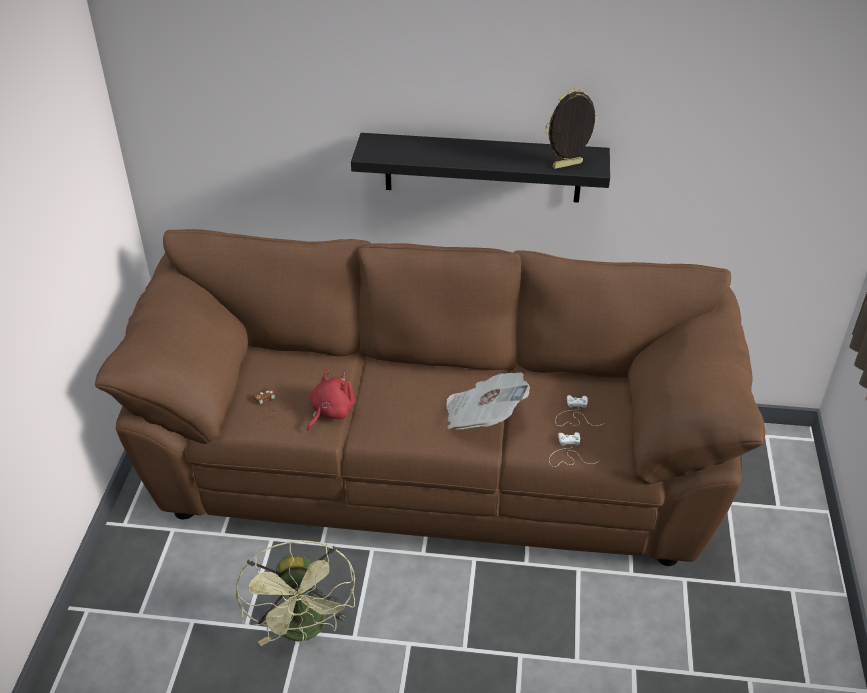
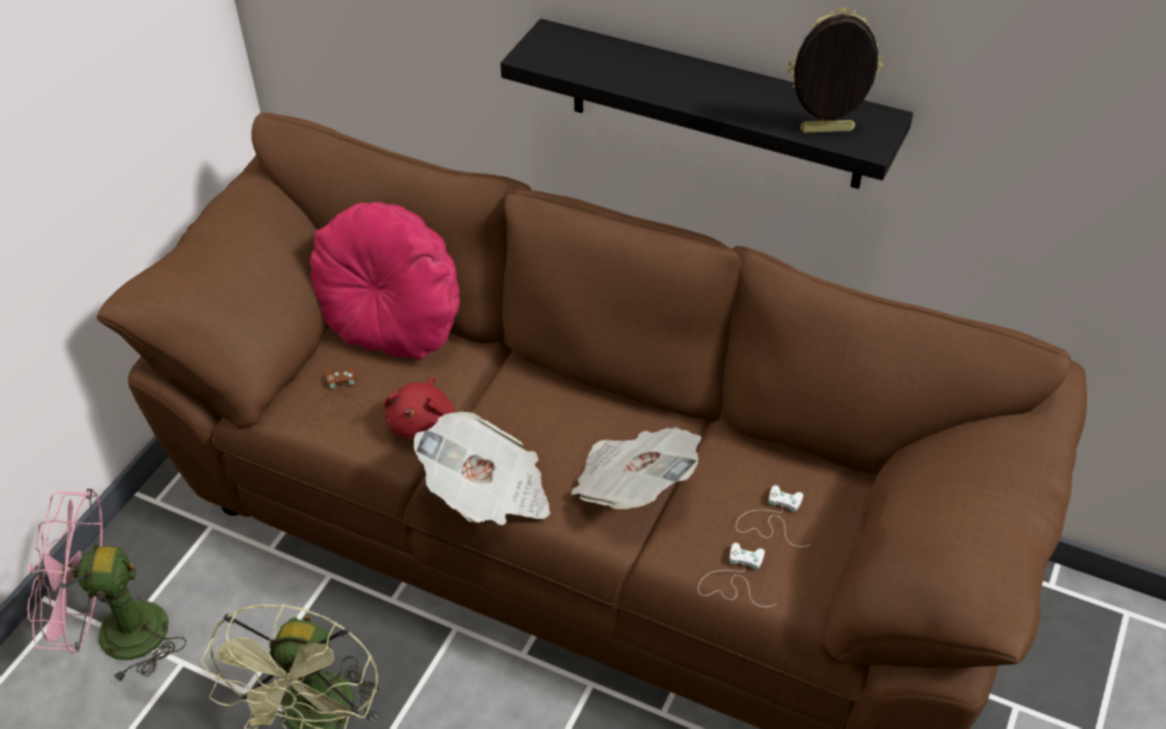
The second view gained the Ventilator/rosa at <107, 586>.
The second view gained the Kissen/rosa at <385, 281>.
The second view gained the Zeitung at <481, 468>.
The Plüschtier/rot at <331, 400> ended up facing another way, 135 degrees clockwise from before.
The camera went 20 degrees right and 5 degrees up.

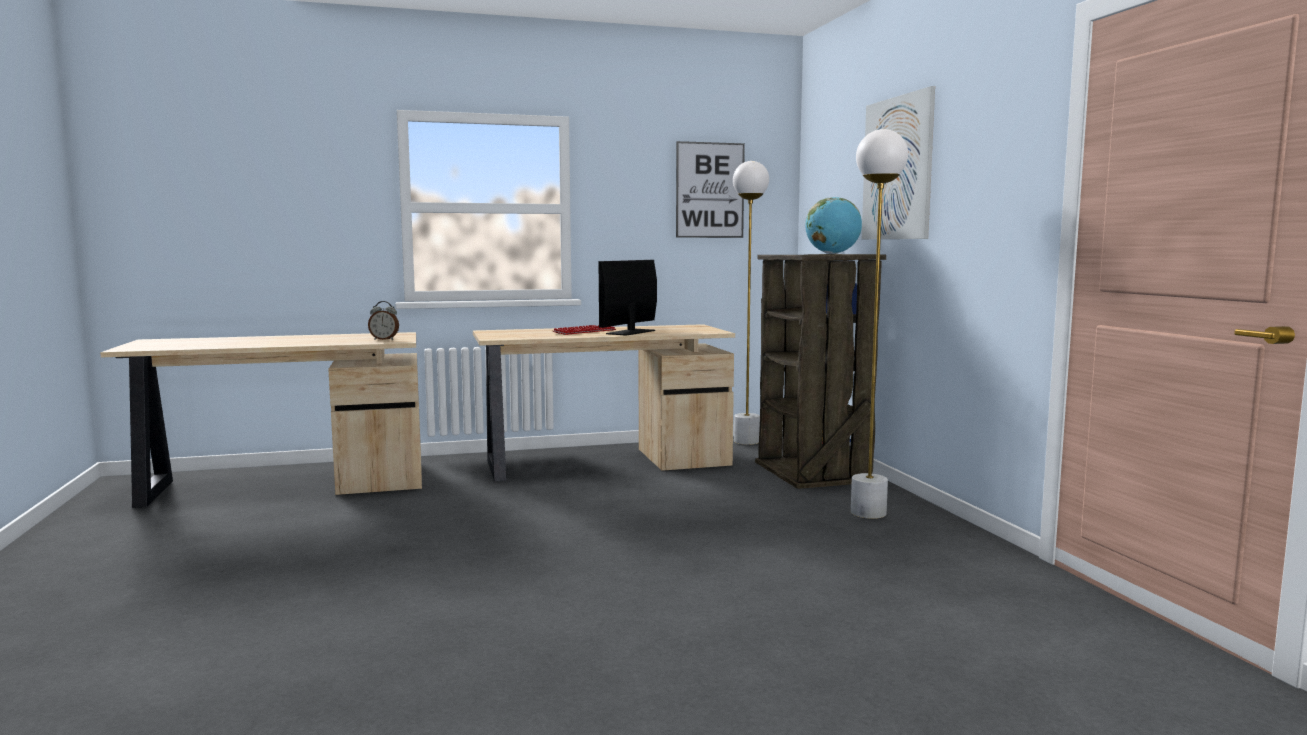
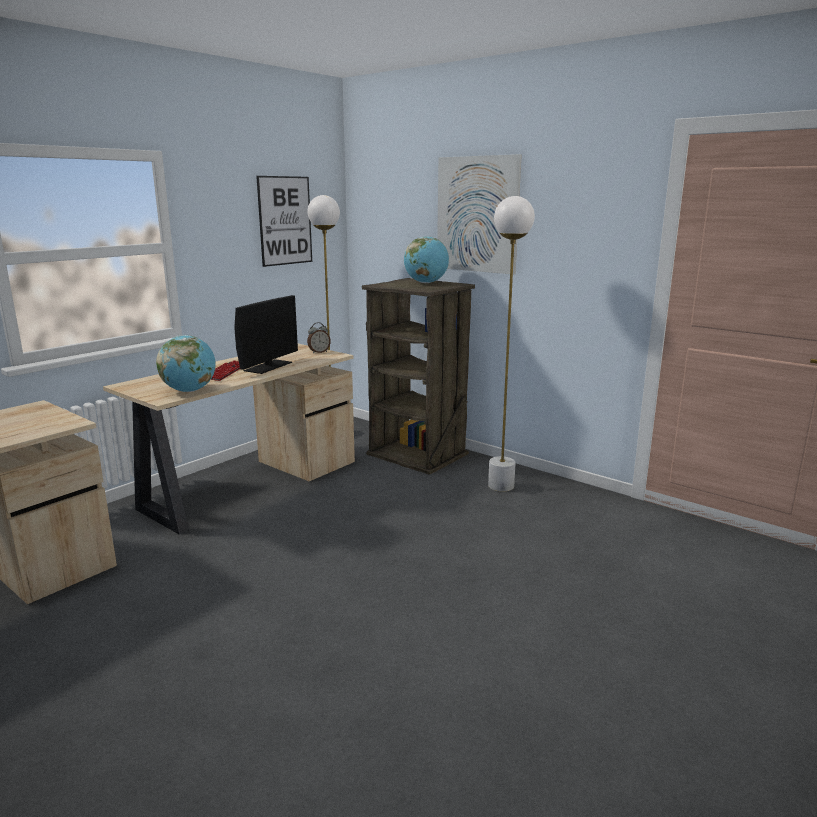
The second view gained the Globus at <185, 363>.
The Wecker ended up elsewhere, having gone from <383, 320> to <319, 338>.
The Monitor at <628, 298> ended up facing another way, 150 degrees counterclockwise from before.
The camera went 35 degrees left and 10 degrees up.

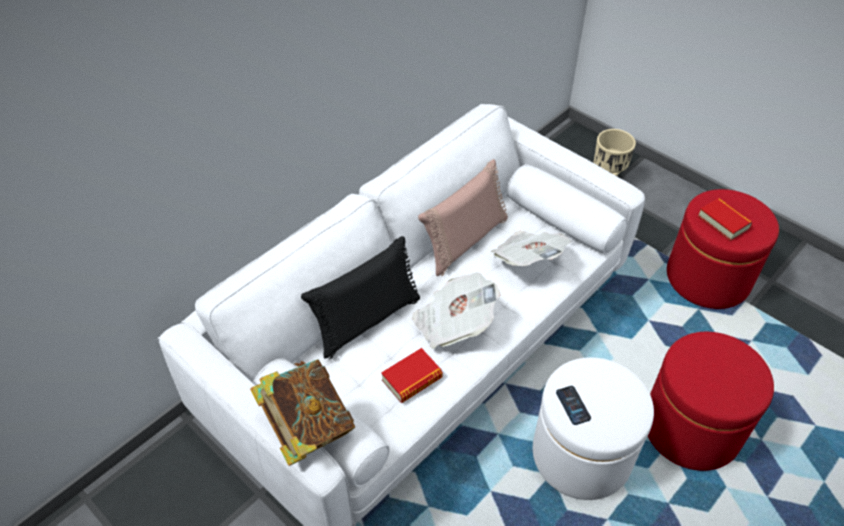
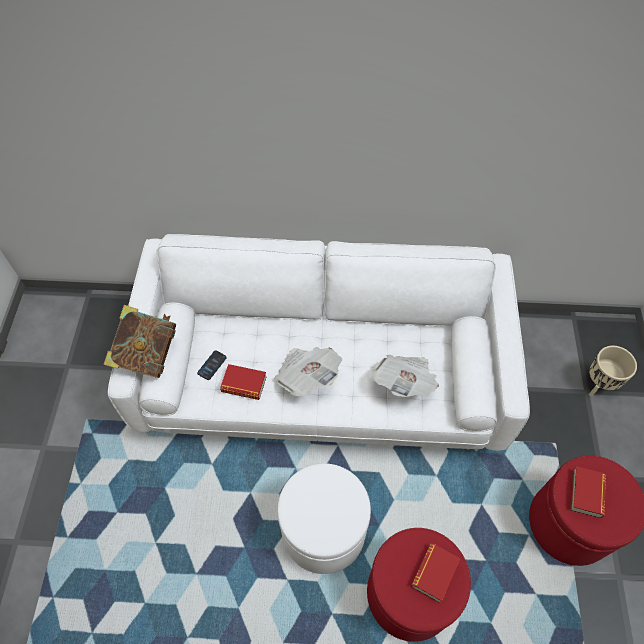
The second view lost the Kissen/schwarz at <360, 297>.
The second view lost the Kissen/beige at <463, 217>.
The second view gained the Buch at <435, 573>.
The Handy ended up elsewhere, having gone from <573, 405> to <212, 365>.
The camera went 50 degrees right and 10 degrees up.

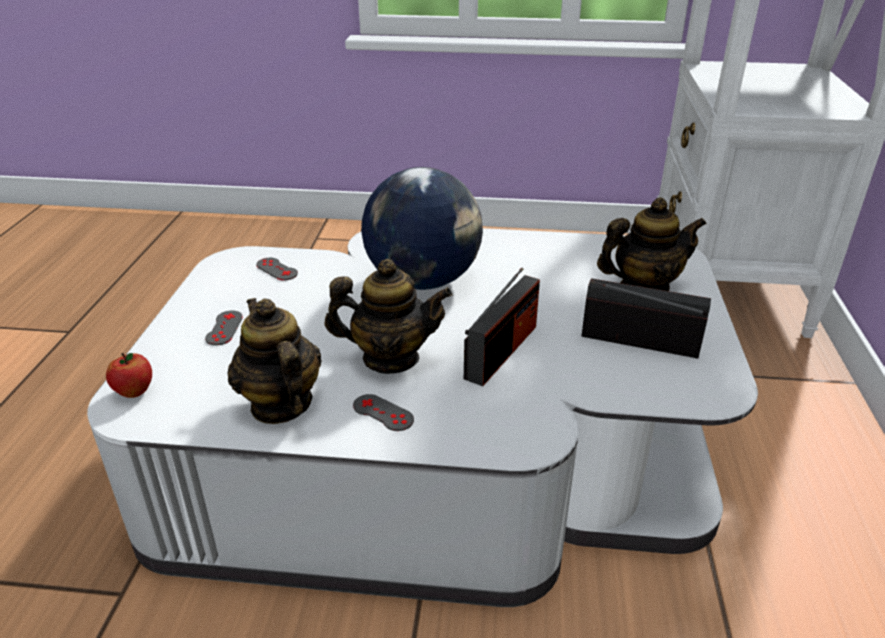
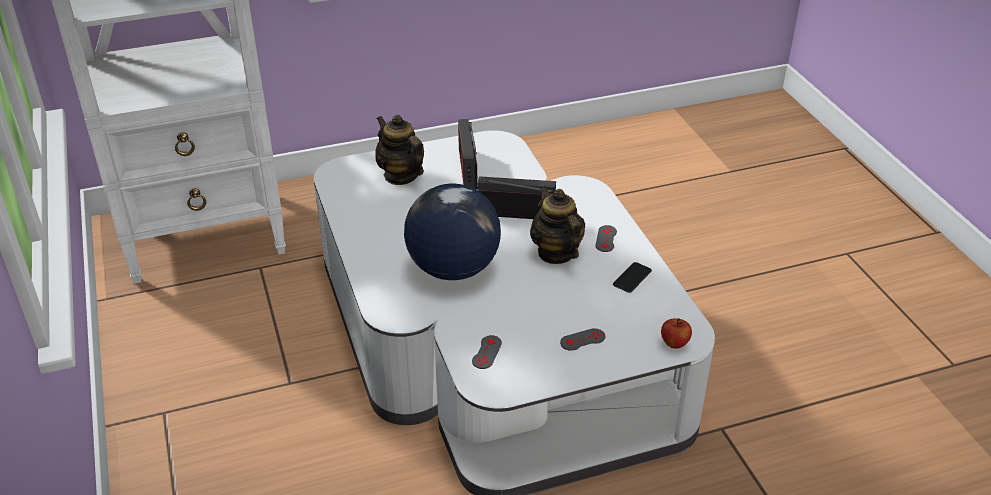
Where the Teekanne stood at <275, 361>, the Handy came to stand at <632, 277>.
The camera went 115 degrees left and 5 degrees up.

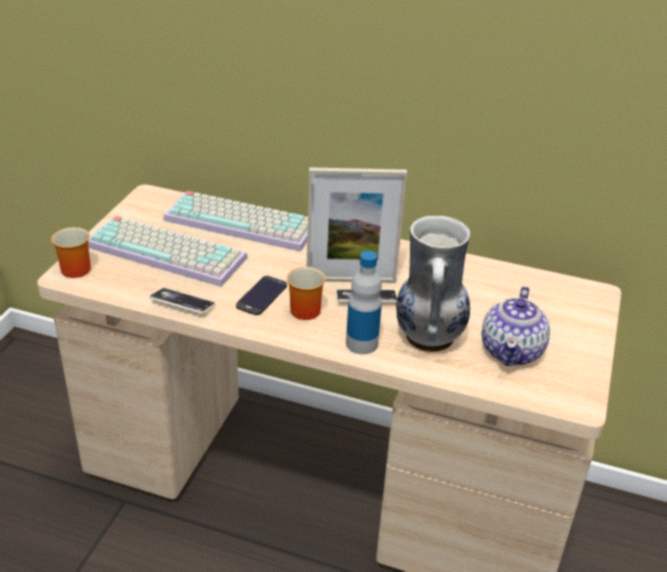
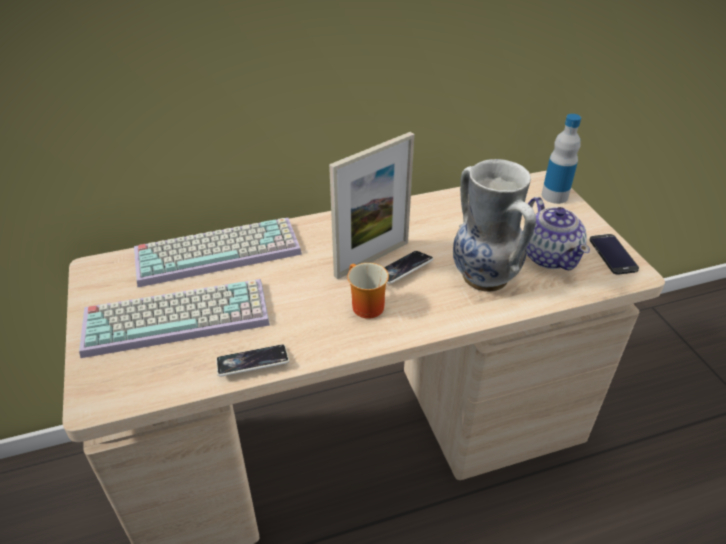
The second view lost the Henkelbecher at <71, 252>.
The Handy ended up elsewhere, having gone from <261, 295> to <614, 254>.
The Flasche ended up elsewhere, having gone from <364, 302> to <561, 159>.
The camera went 35 degrees left and 5 degrees up.

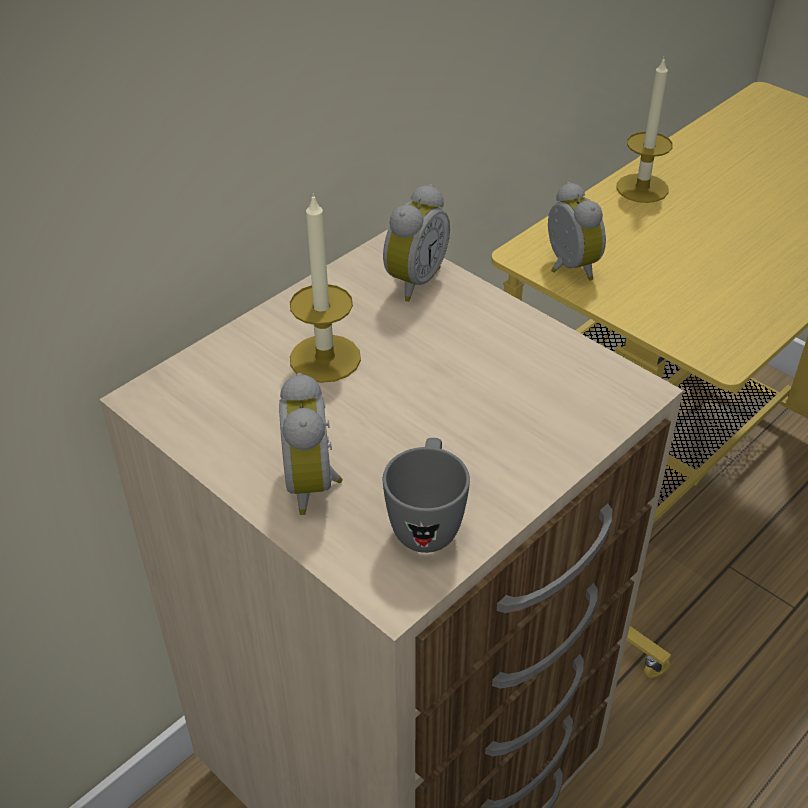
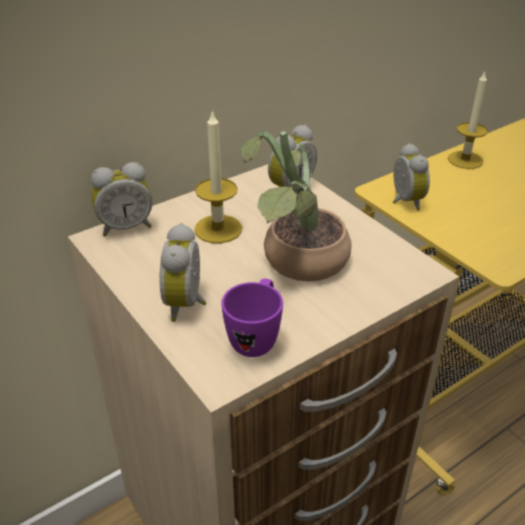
The second view gained the Wecker at <121, 199>.
The second view gained the Topfpflanze at <296, 206>.
What was the Henkelbecher/grau at <426, 495> turned into the Henkelbecher/lila at <252, 318>.
The camera went 10 degrees right and 5 degrees down.

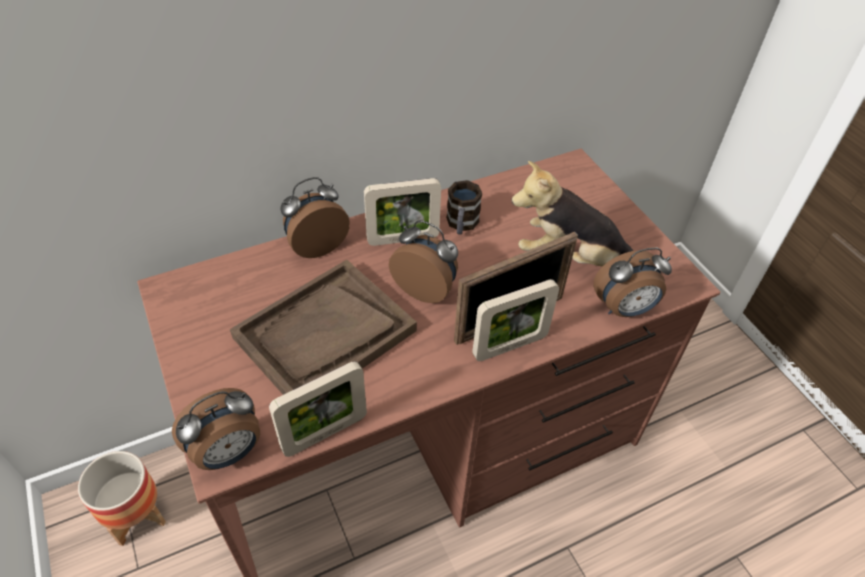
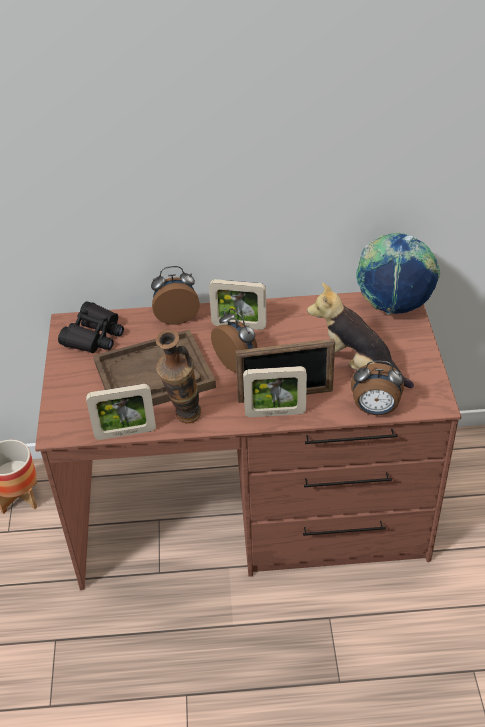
The second view lost the Wecker at <216, 429>.
The second view lost the Henkelbecher at <464, 207>.
The second view gained the Fernglas/schwarz at <91, 327>.
The second view gained the Vase at <178, 376>.
The second view gained the Globus at <398, 273>.
The camera went 25 degrees right and 5 degrees down.

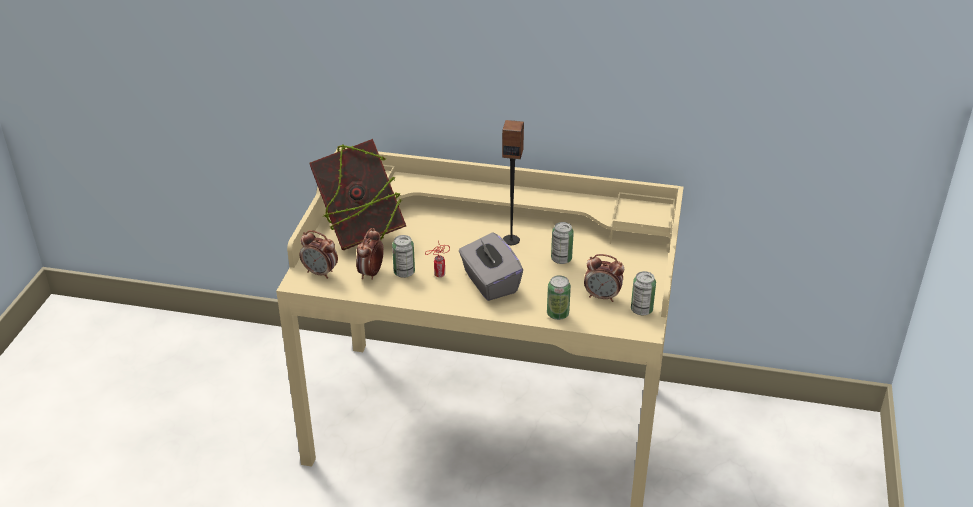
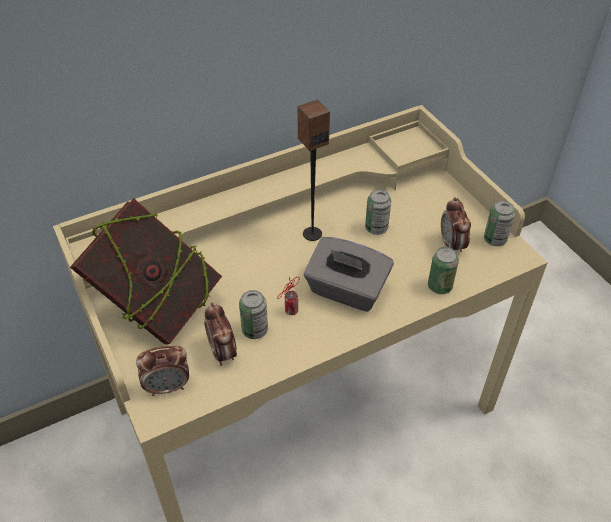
The Wecker at <604, 278> ended up facing another way, 105 degrees clockwise from before.
The camera went 40 degrees left and 10 degrees up.

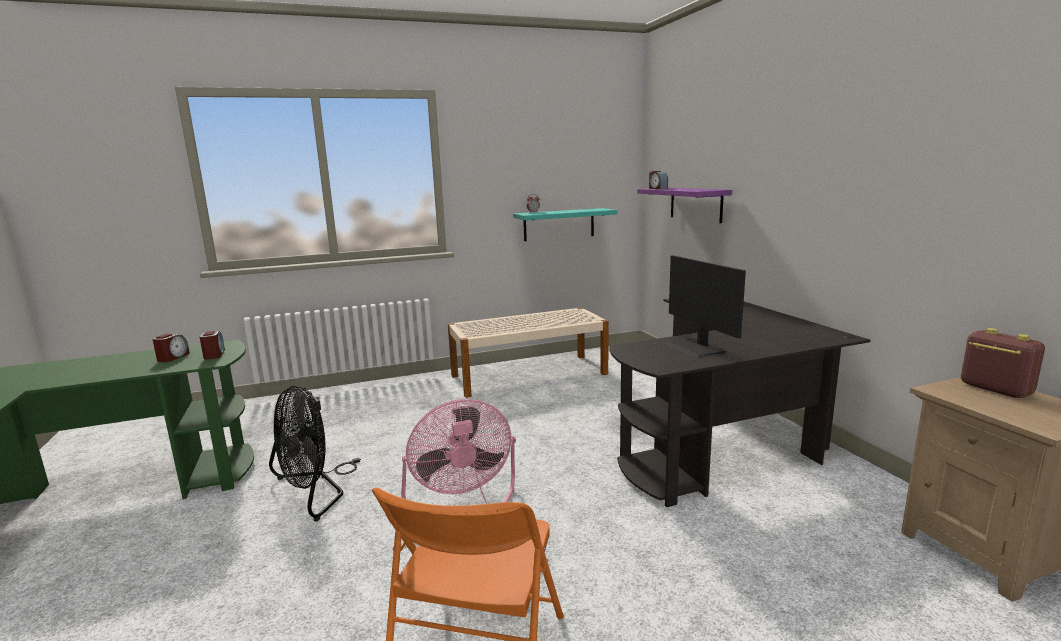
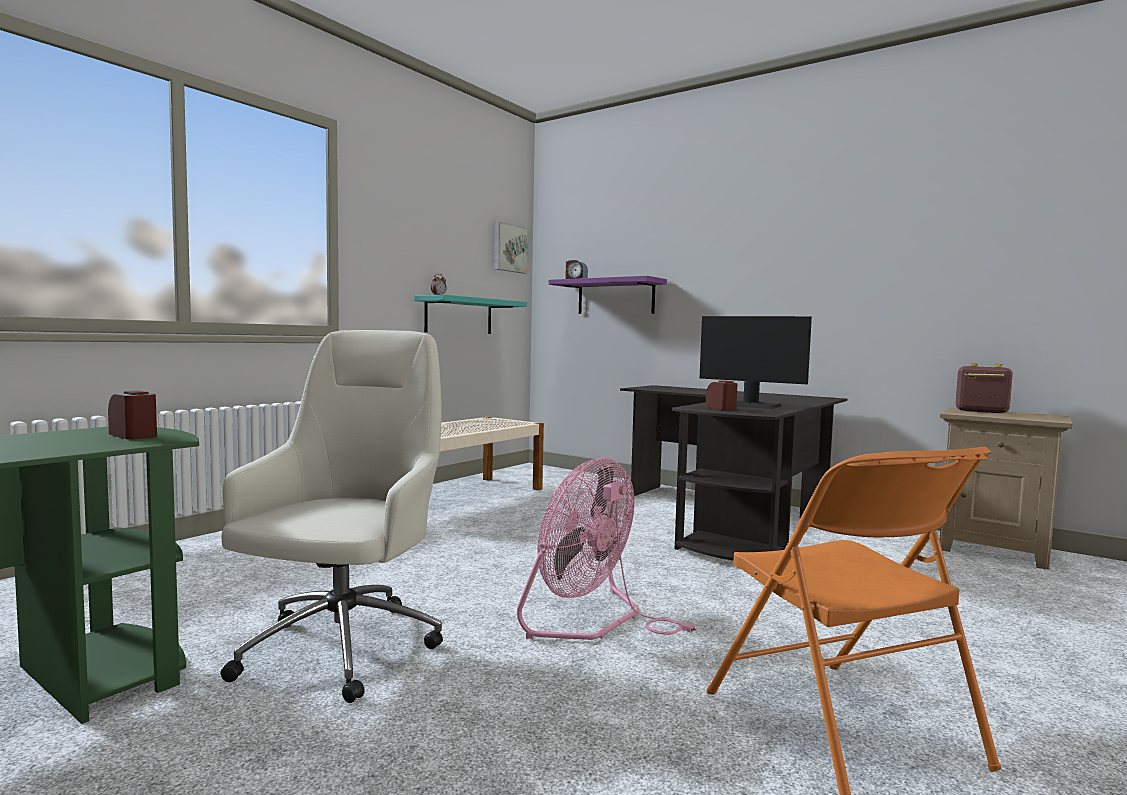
The second view gained the Bild at <511, 247>.
The Wecker ended up elsewhere, having gone from <171, 348> to <721, 395>.
Where the Ventilator/schwarz stood at <315, 454>, the Bürostuhl/beige came to stand at <332, 516>.
The camera went 35 degrees left and 10 degrees down.

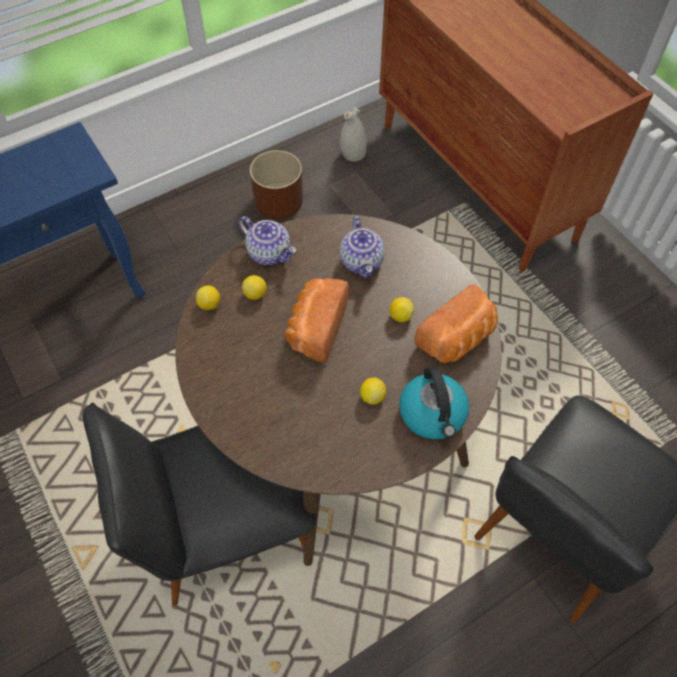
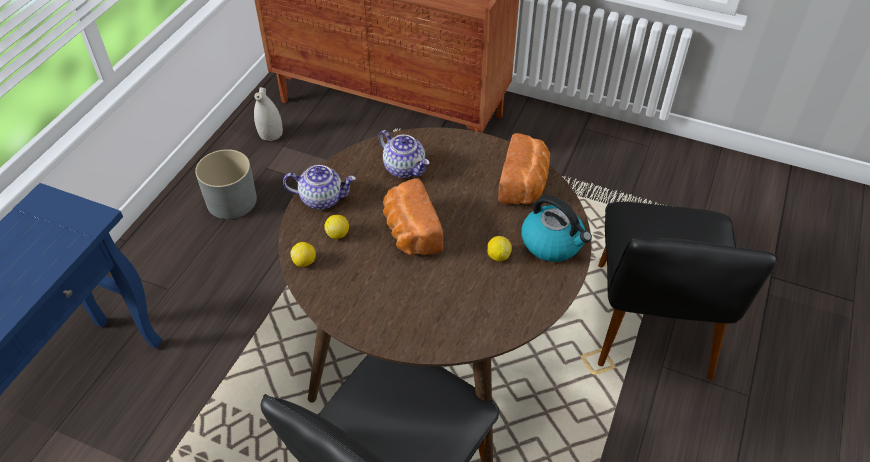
The second view lost the Zitrone at <402, 309>.
What was the Pflanzkübel/braun at <276, 184> turned into the Pflanzkübel/grau at <226, 184>.
The camera went 35 degrees left and 10 degrees down.

